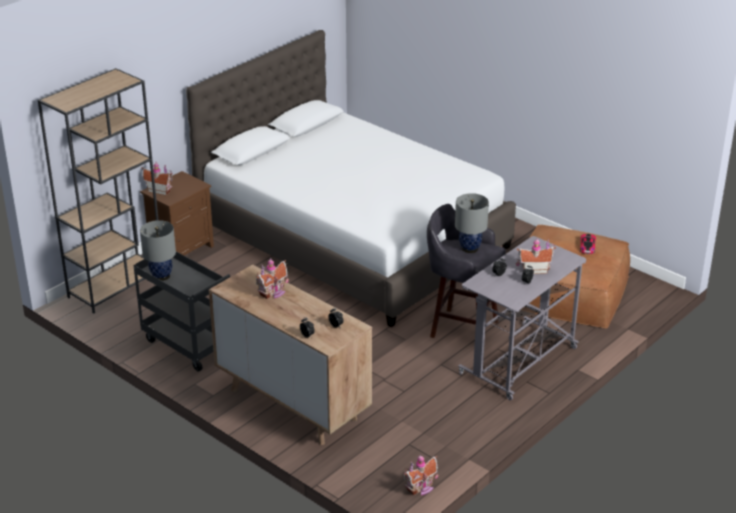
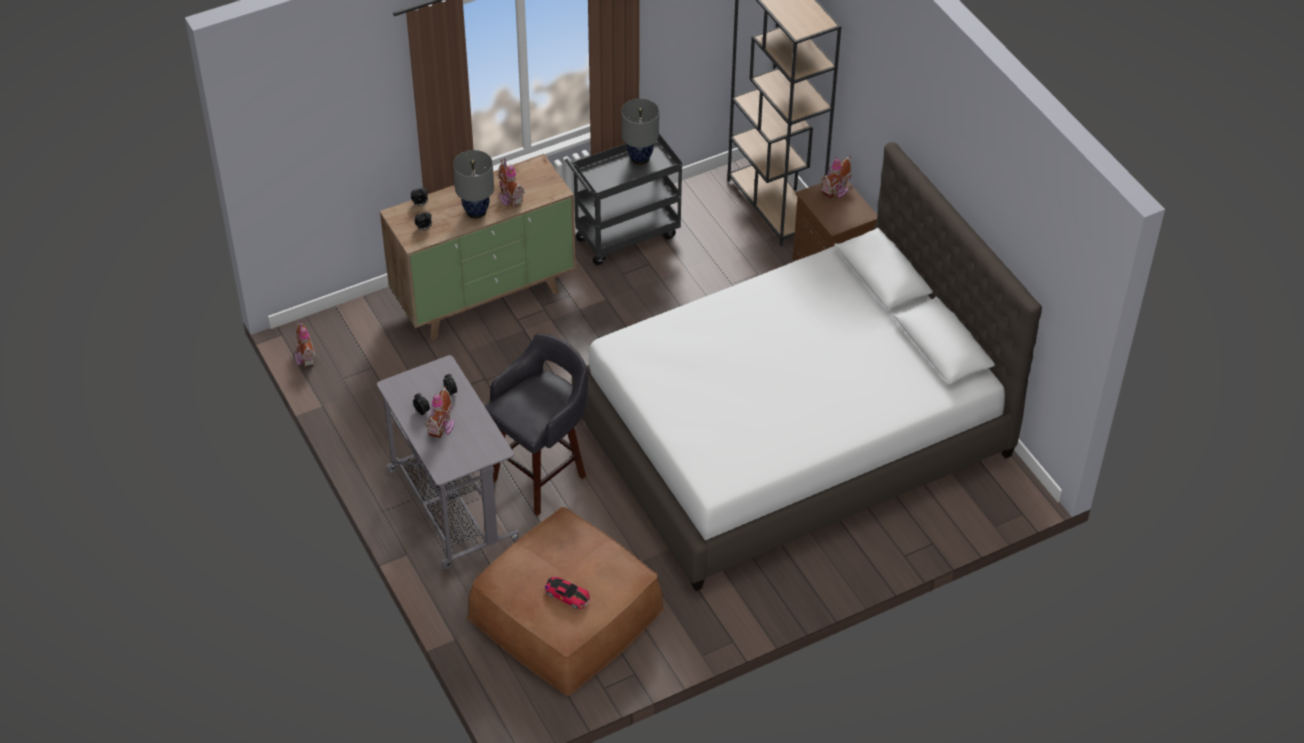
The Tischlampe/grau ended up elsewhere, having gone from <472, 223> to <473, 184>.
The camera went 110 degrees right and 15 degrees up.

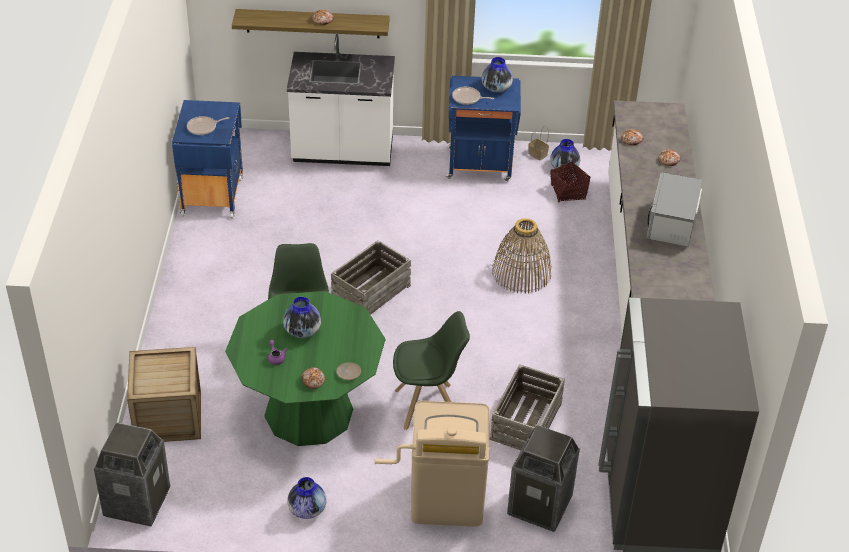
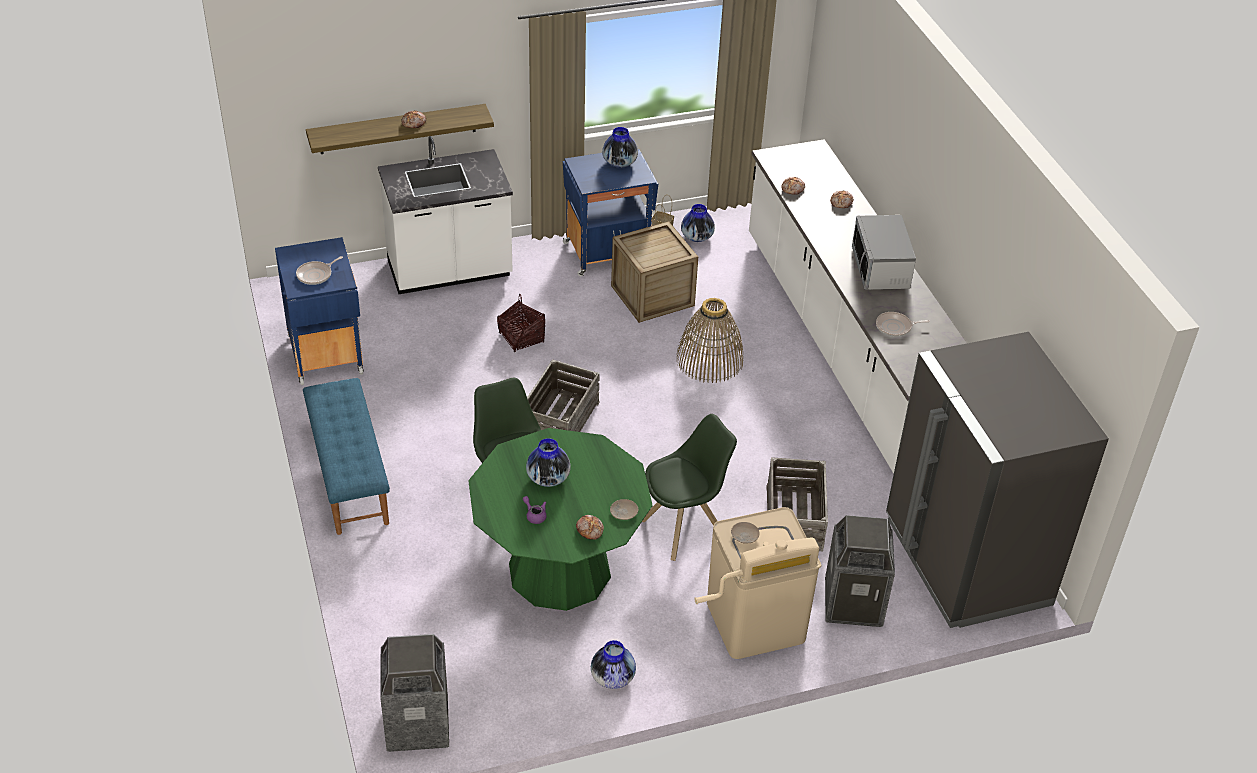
The second view gained the Bank/blau at <346, 456>.
The second view gained the Teller/beige at <745, 533>.
The Kiste ended up elsewhere, having gone from <164, 394> to <654, 272>.
The Pfanne ended up elsewhere, having gone from <473, 96> to <903, 324>.
The Korb ended up elsewhere, having gone from <570, 178> to <521, 323>.
The camera went 20 degrees left and 0 degrees up.

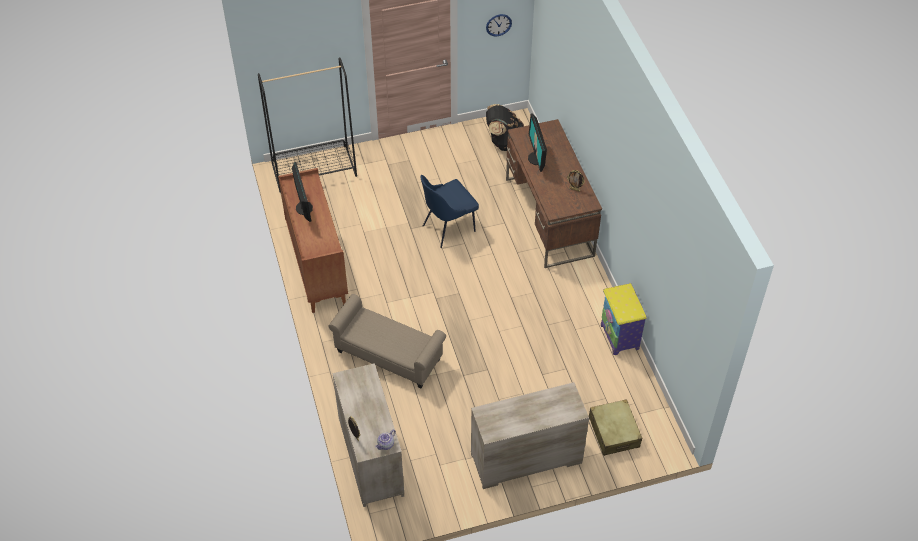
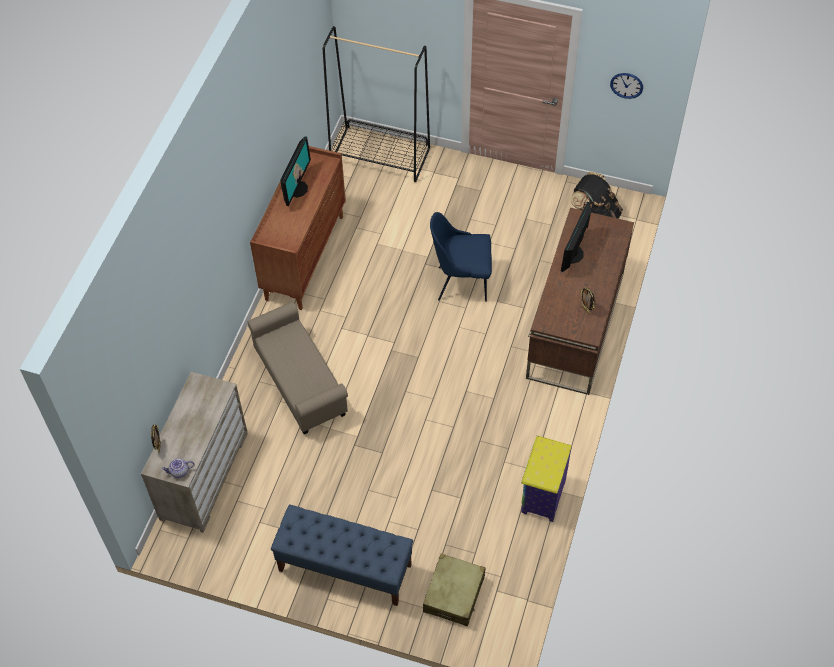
Where the Kommode/beige stood at <530, 435>, the Bank/blau came to stand at <342, 555>.
The camera went 35 degrees right and 5 degrees up.

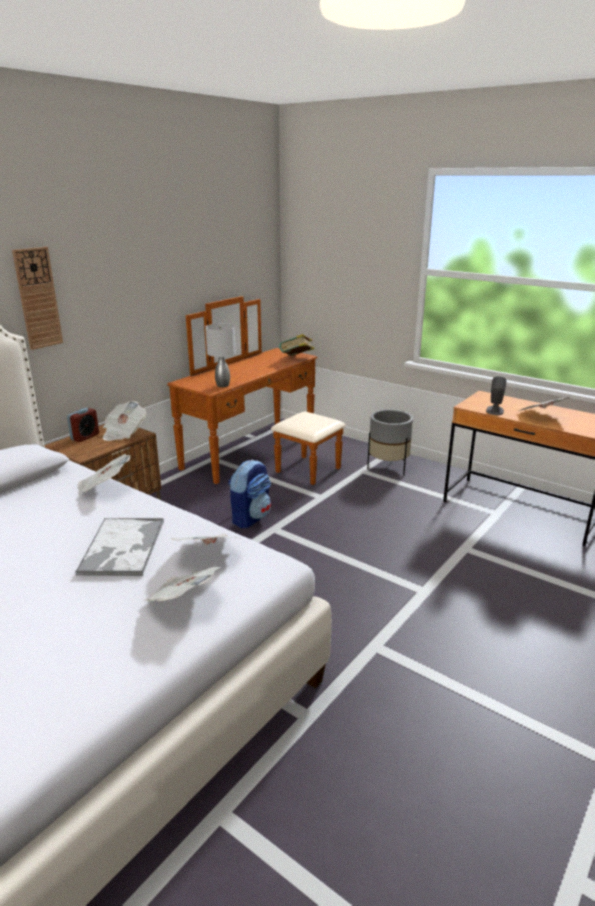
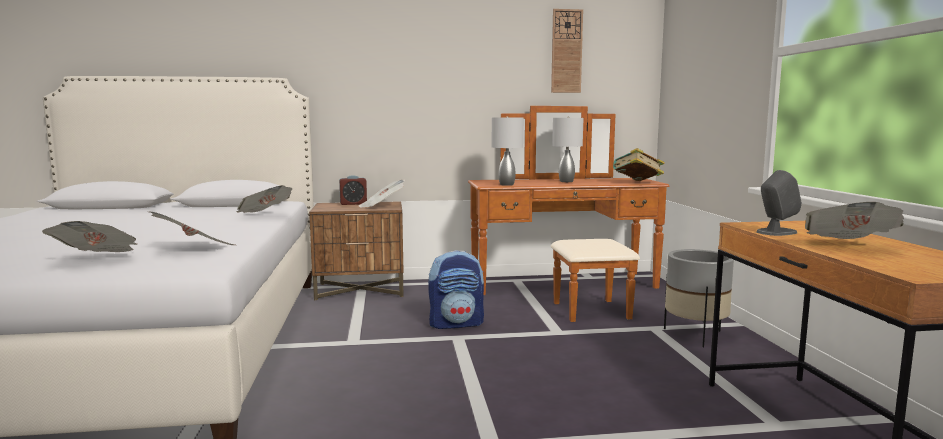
The second view lost the Tablett at <119, 547>.
The second view gained the Tischlampe/grau at <567, 149>.
The Wanduhr ended up elsewhere, having gone from <37, 298> to <567, 51>.
The camera went 45 degrees right and 15 degrees down.

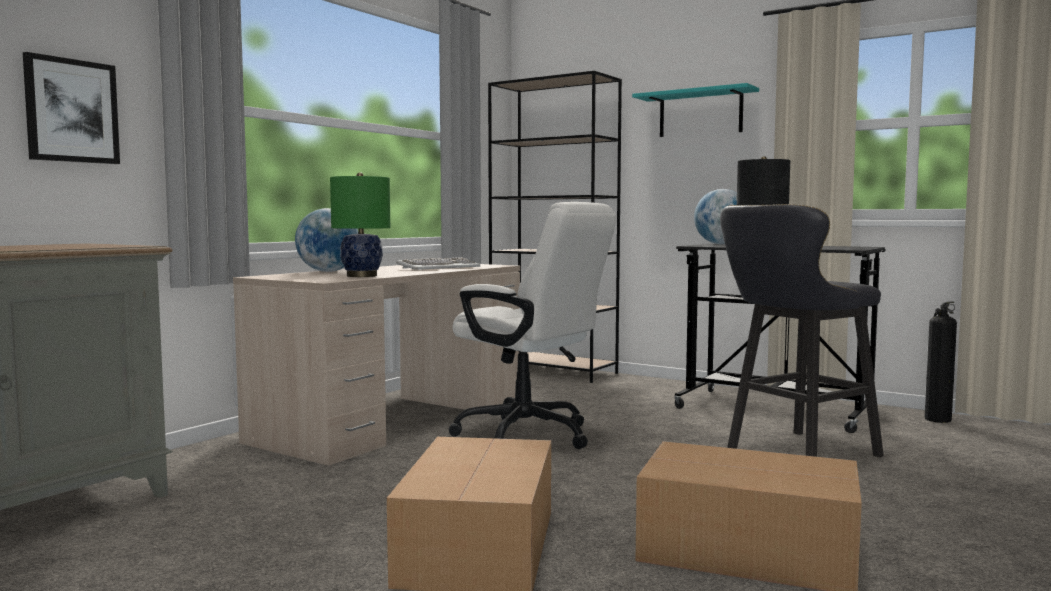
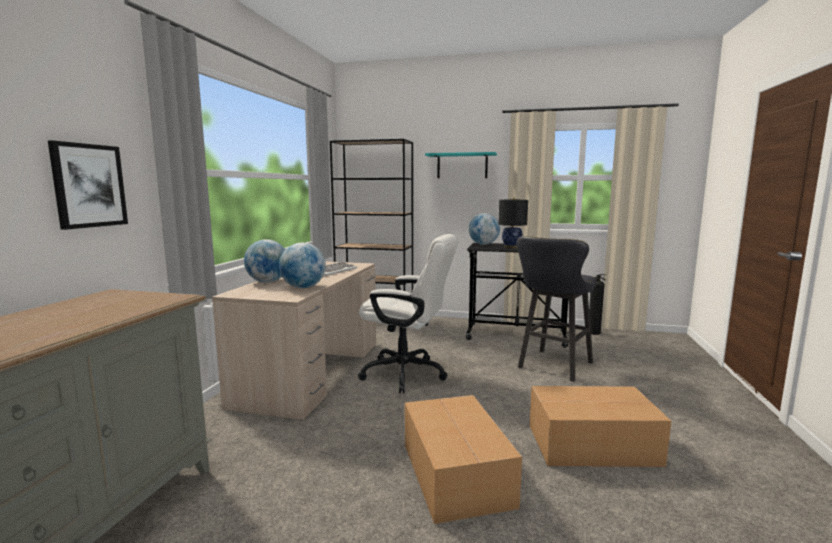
Where the Tischlampe/grün stood at <360, 224>, the Globus came to stand at <302, 265>.
The camera went 20 degrees left and 5 degrees up.

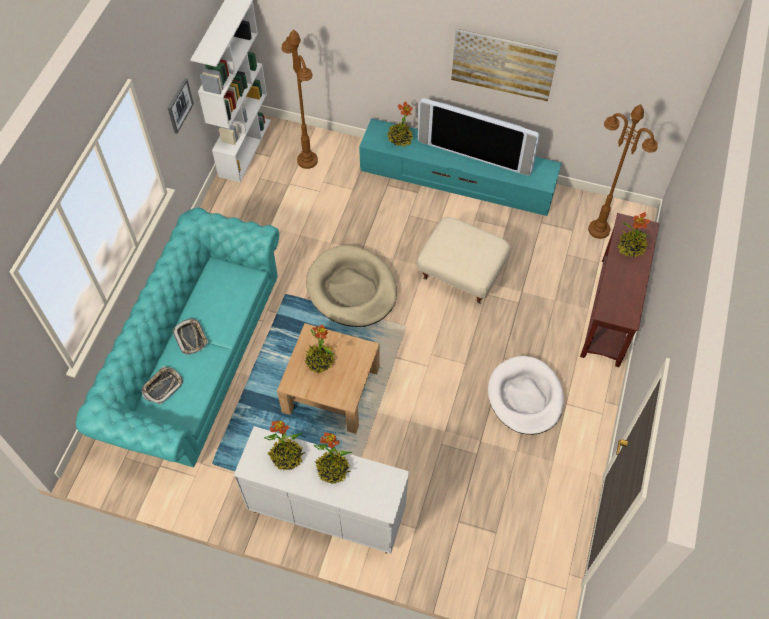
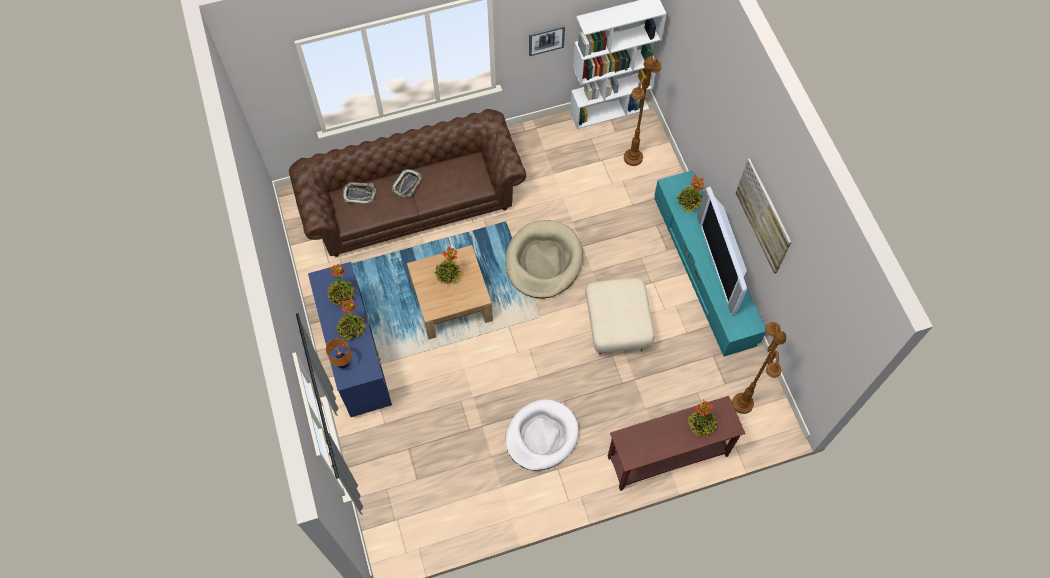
The second view gained the Tischlampe/orange at <338, 353>.
What was the Sofa/türkis at <177, 337> turned into the Sofa/braun at <407, 183>.
What was the Schrank/weiß at <322, 490> turned into the Schrank/blau at <350, 339>.
The camera went 55 degrees right and 5 degrees up.

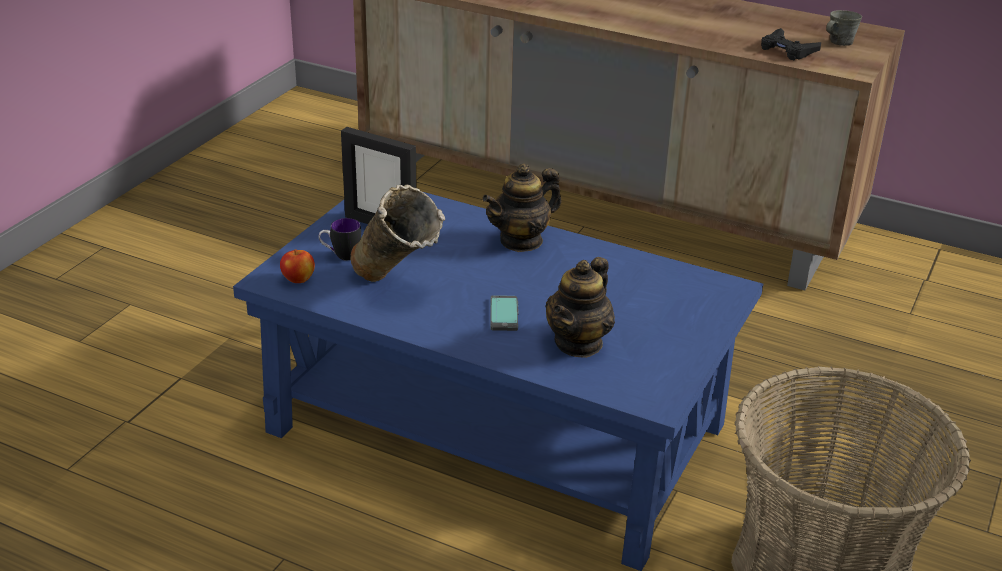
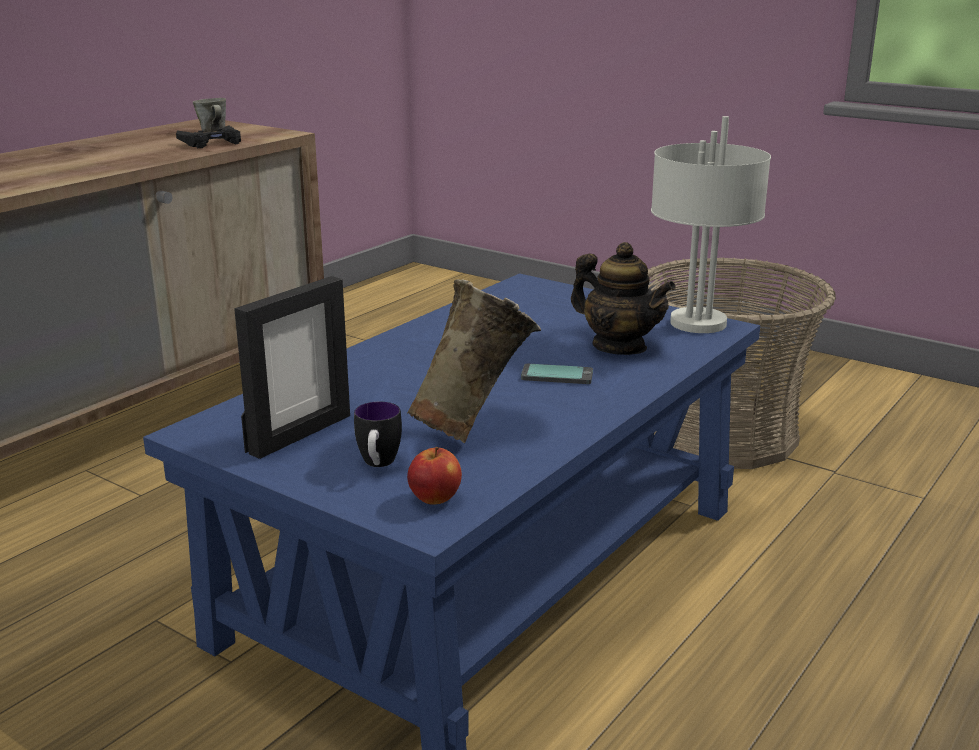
The second view lost the Teekanne at <522, 207>.
The second view gained the Tischlampe/grau at <711, 224>.
The camera went 80 degrees left and 10 degrees down.

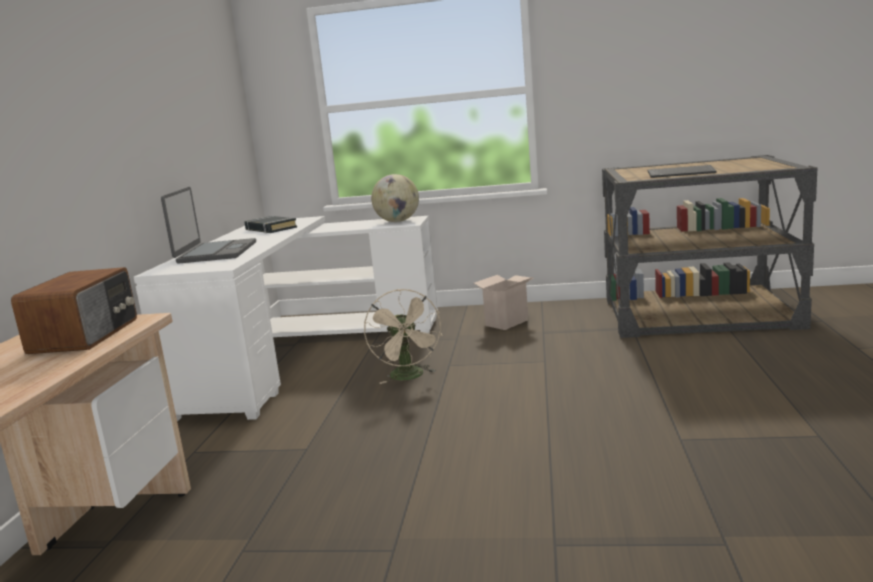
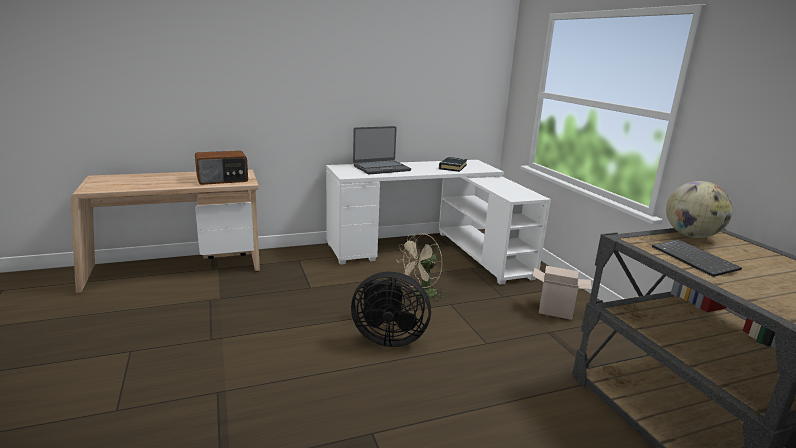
The second view gained the Ventilator/schwarz at <391, 309>.
The Globus ended up elsewhere, having gone from <395, 198> to <699, 209>.
The camera went 60 degrees right and 5 degrees up.

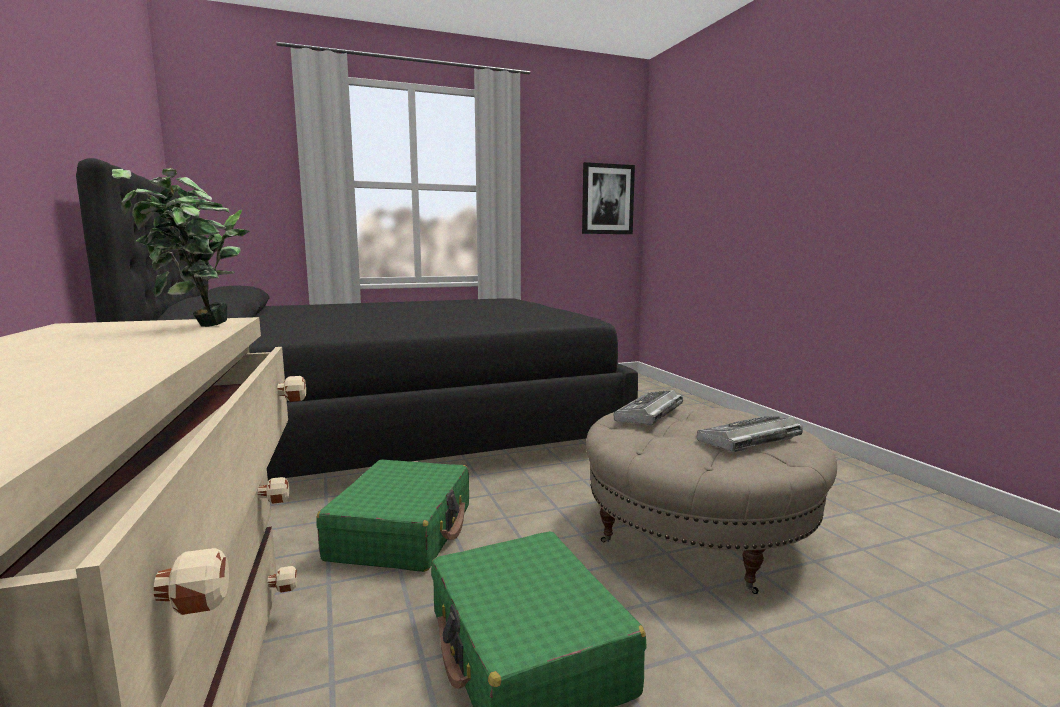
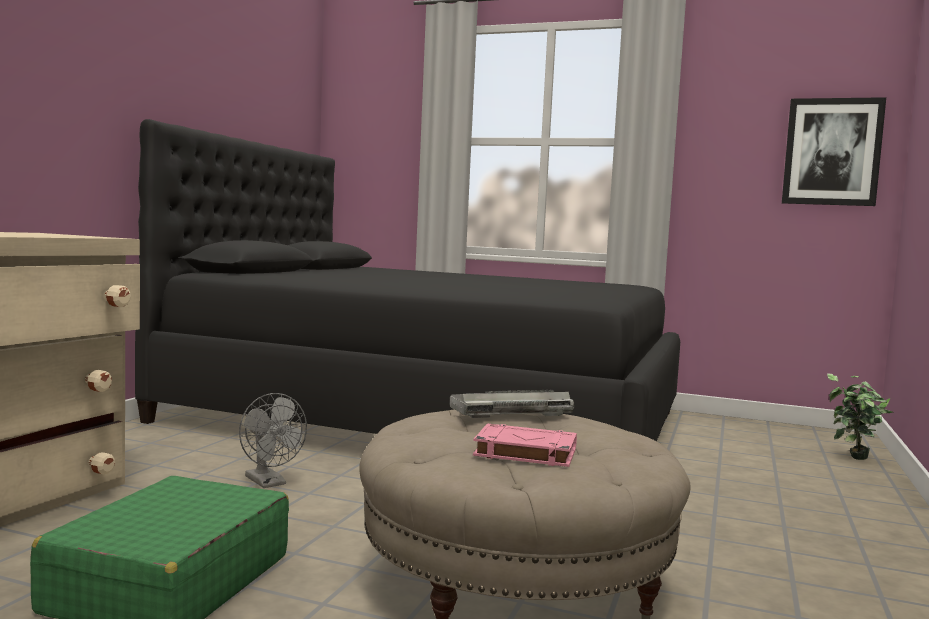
The Topfpflanze ended up elsewhere, having gone from <181, 247> to <860, 416>.
Where the Koffer/grün stood at <393, 516>, the Ventilator/grau came to stand at <273, 440>.
Where the Tastatur stood at <750, 434>, the Buch/rosa came to stand at <525, 445>.
The camera went 40 degrees right and 5 degrees down.

